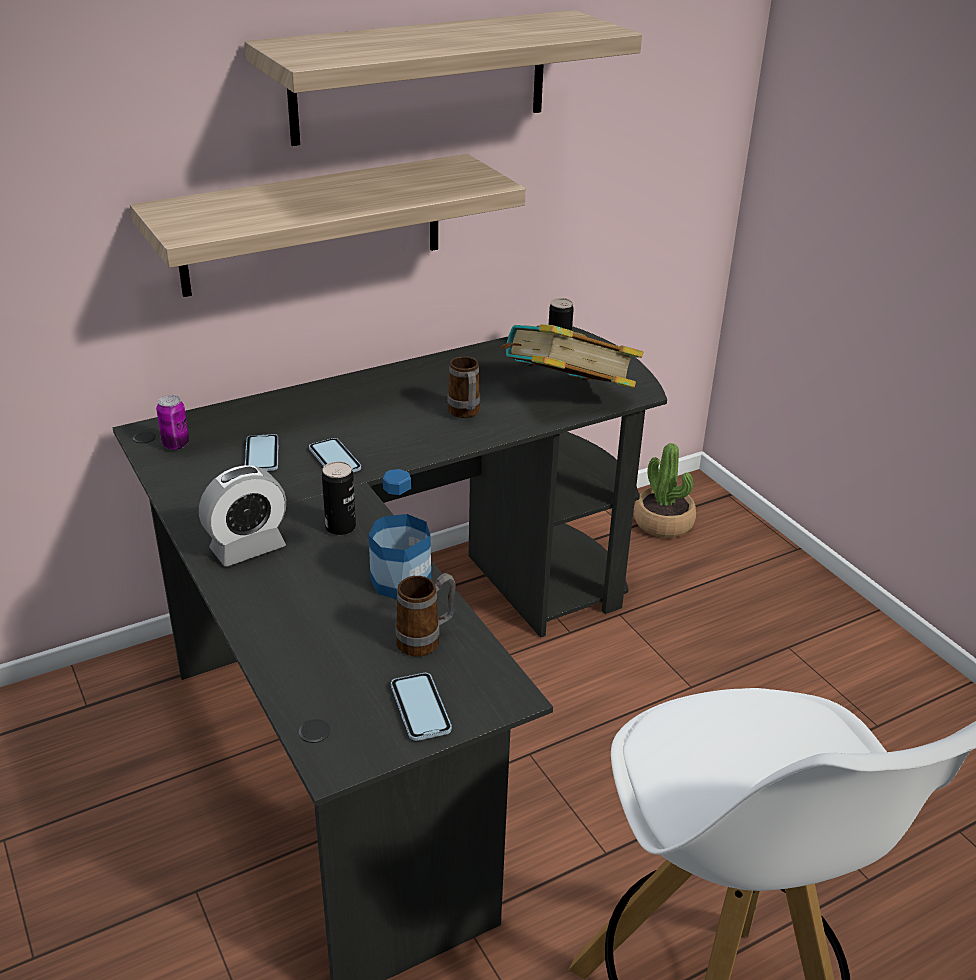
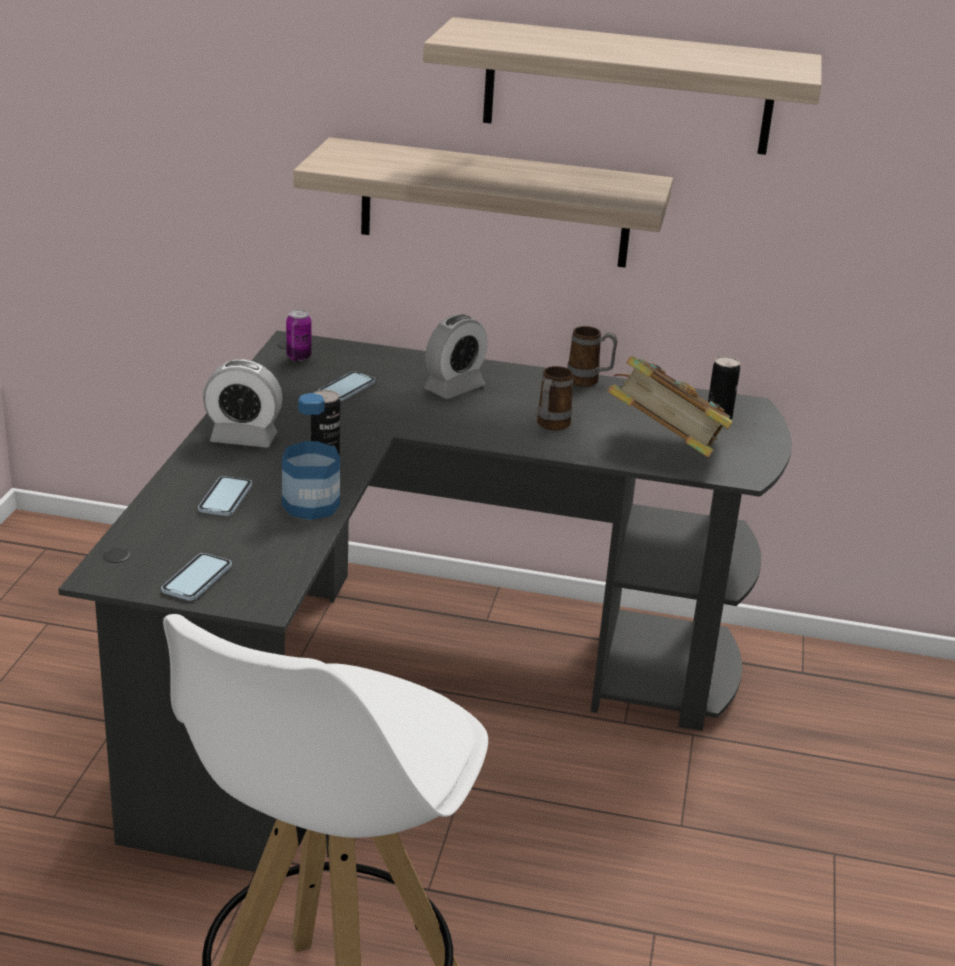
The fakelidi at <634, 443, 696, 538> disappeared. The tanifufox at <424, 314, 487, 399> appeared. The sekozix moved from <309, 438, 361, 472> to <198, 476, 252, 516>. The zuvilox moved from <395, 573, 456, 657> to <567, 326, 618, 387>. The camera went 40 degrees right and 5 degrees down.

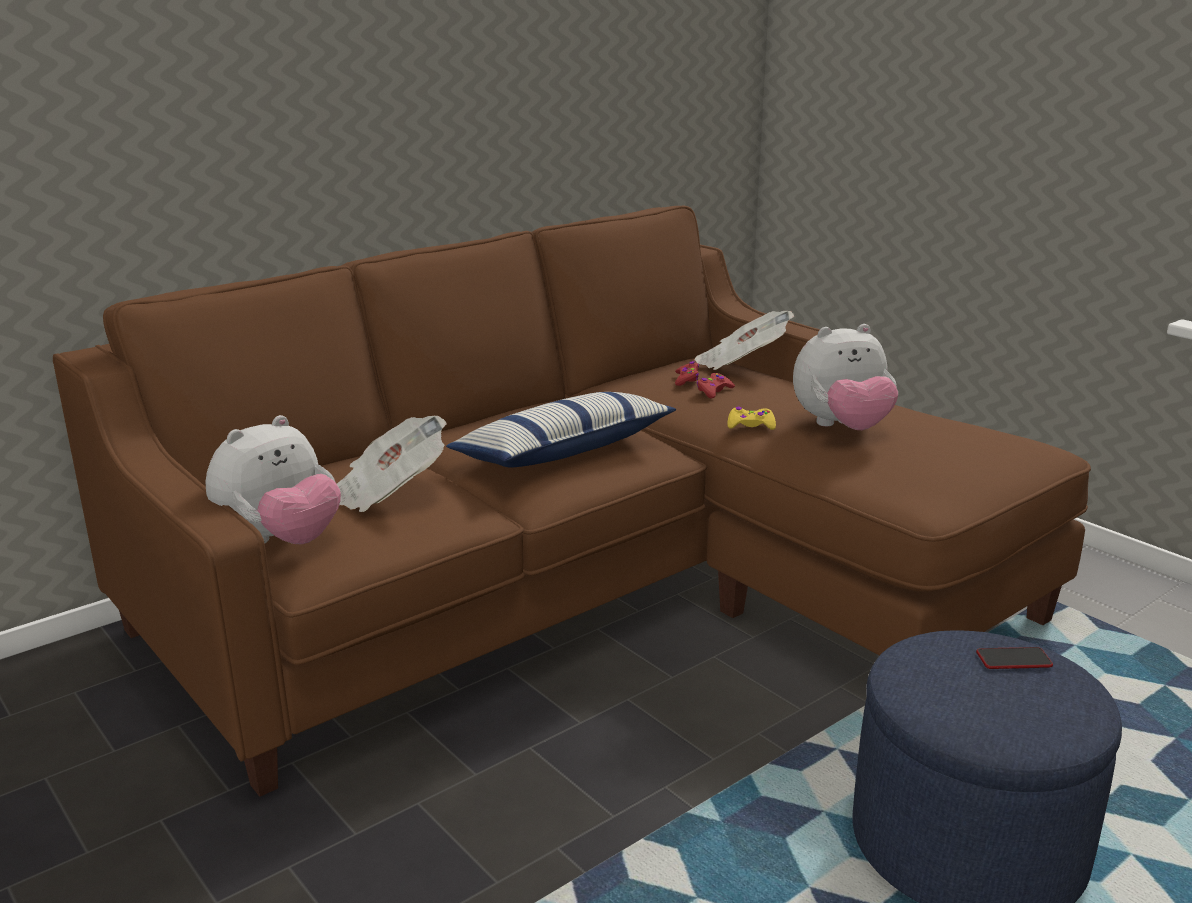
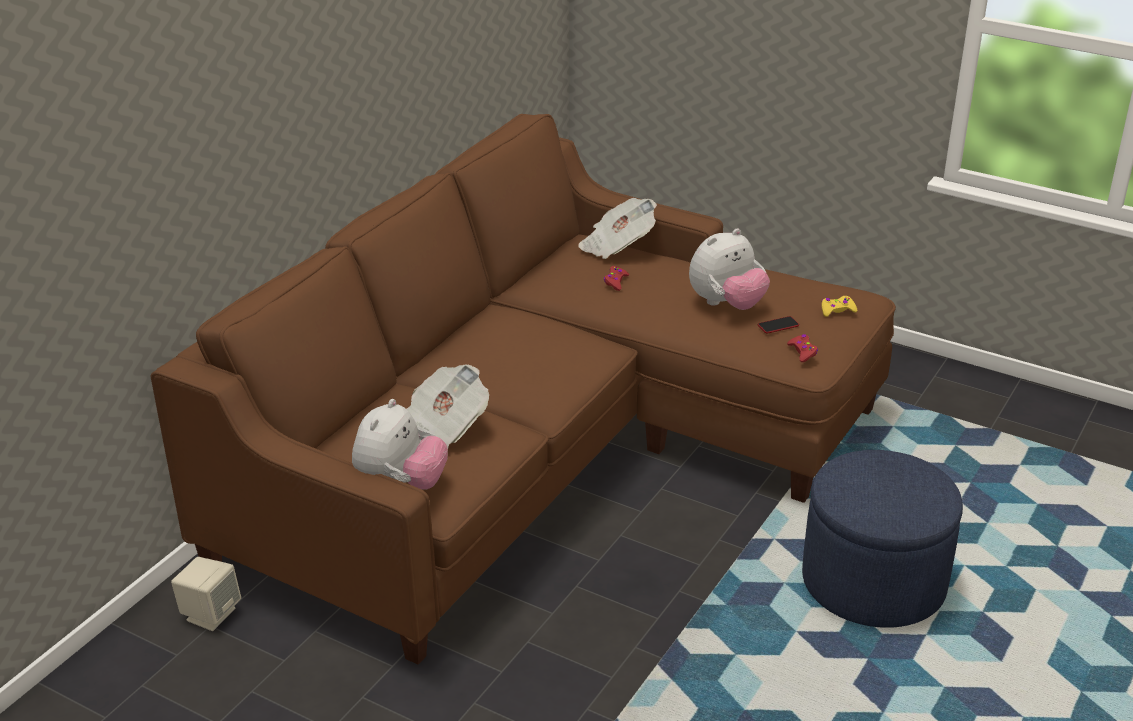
The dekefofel at <446, 392, 676, 468> disappeared. The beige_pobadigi at <171, 557, 241, 631> appeared. The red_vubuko moved from <675, 361, 699, 386> to <787, 334, 818, 362>. The yellow_vubuko moved from <727, 406, 776, 430> to <821, 296, 857, 317>. The sekozix moved from <976, 647, 1053, 669> to <758, 316, 799, 334>. The camera went 20 degrees left and 10 degrees up.

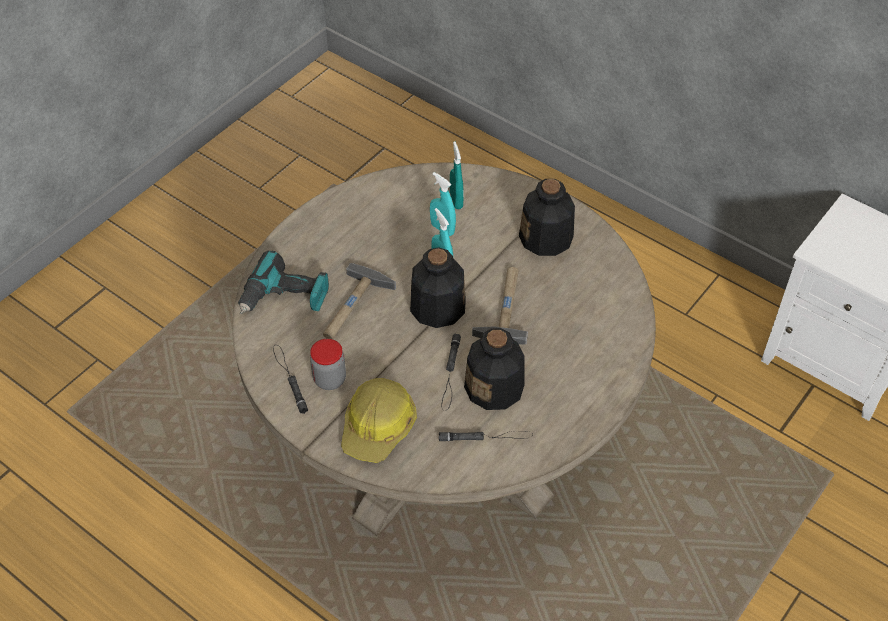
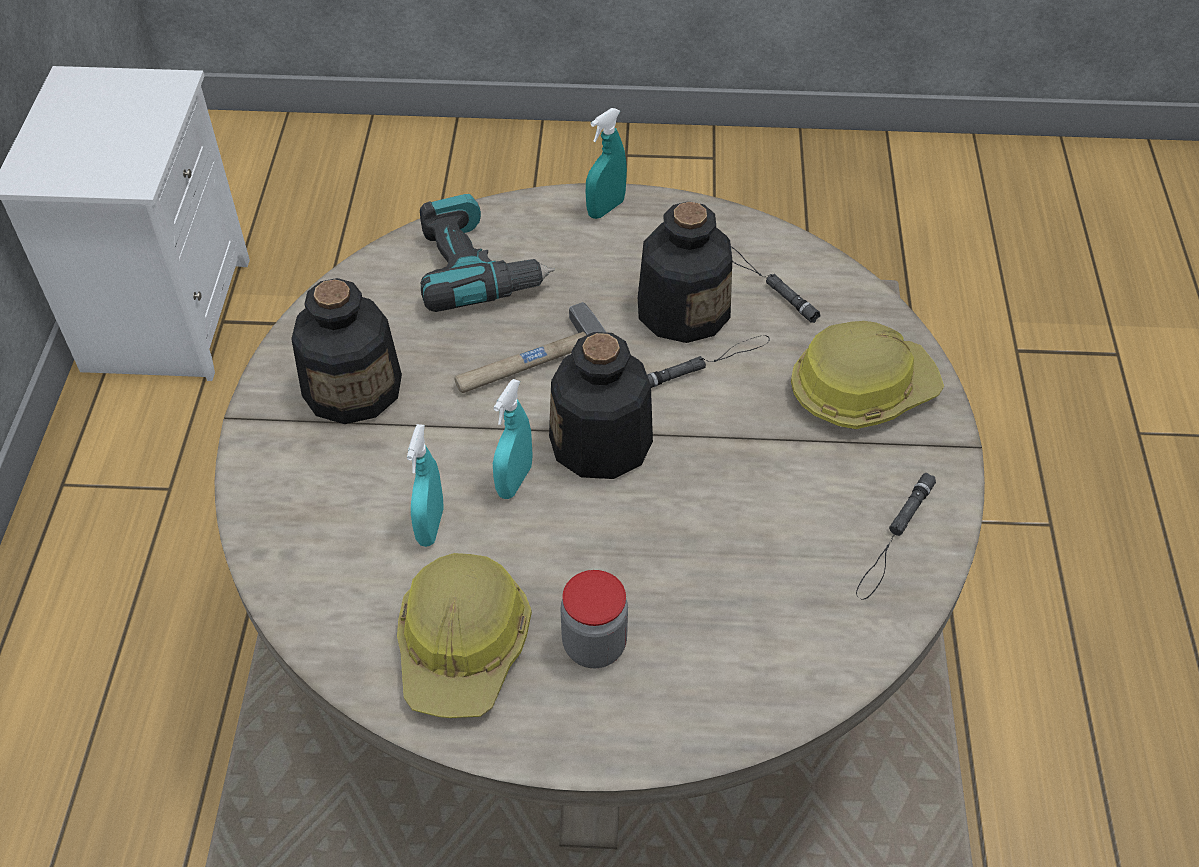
The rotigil at <323, 263, 396, 339> disappeared. The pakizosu at <397, 553, 532, 718> appeared. The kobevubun moved from <238, 250, 329, 314> to <420, 194, 555, 312>. The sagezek moved from <310, 339, 346, 390> to <560, 570, 628, 668>. The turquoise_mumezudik moved from <450, 142, 463, 209> to <586, 108, 627, 219>. The camera went 125 degrees left and 0 degrees up.

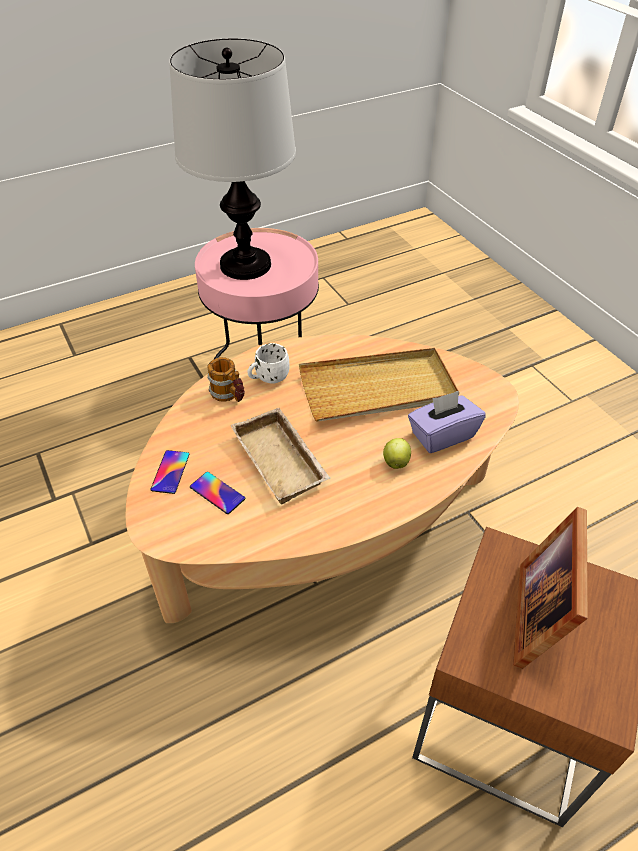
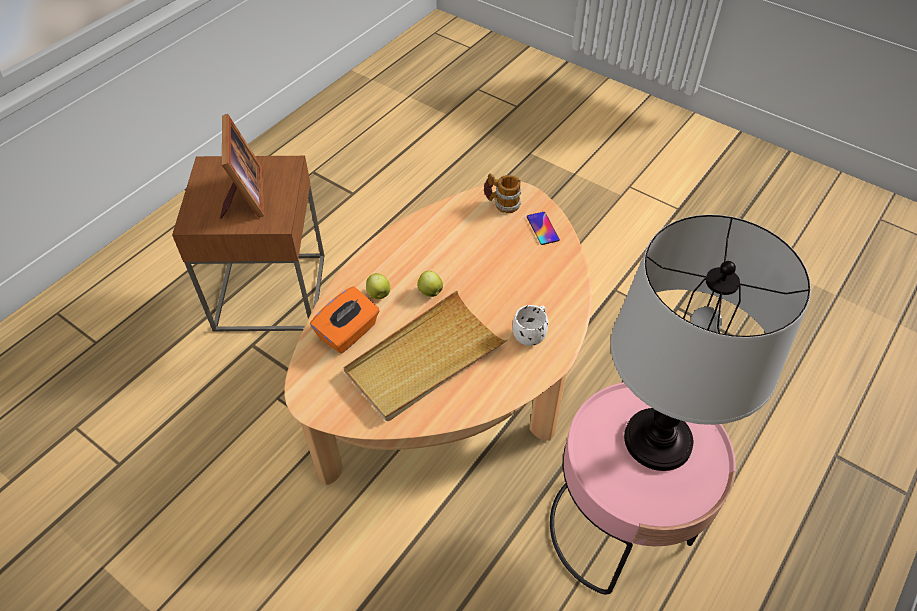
The sekozix at <190, 472, 245, 514> disappeared. The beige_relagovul at <231, 408, 330, 504> disappeared. The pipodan at <417, 271, 443, 297> appeared. The zuvilox moved from <207, 357, 245, 402> to <484, 173, 521, 213>. The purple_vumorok at <408, 391, 486, 453> became the orange_vumorok at <310, 286, 380, 353>. The camera went 155 degrees right and 5 degrees up.

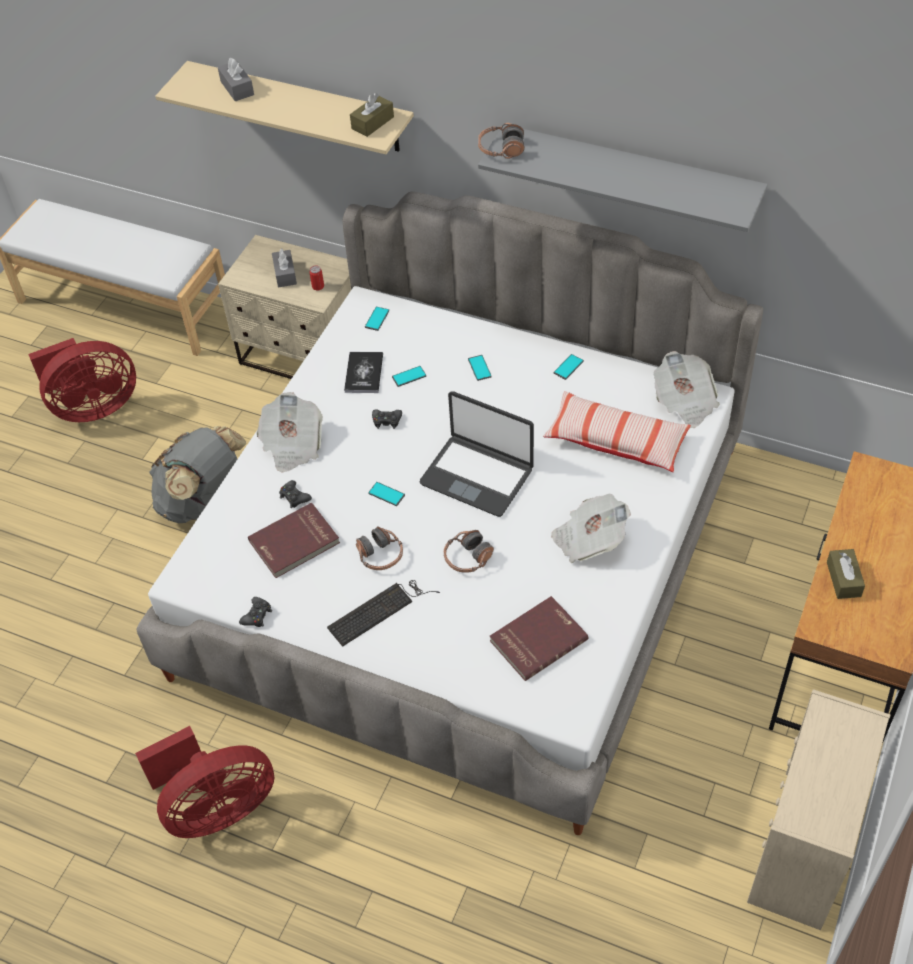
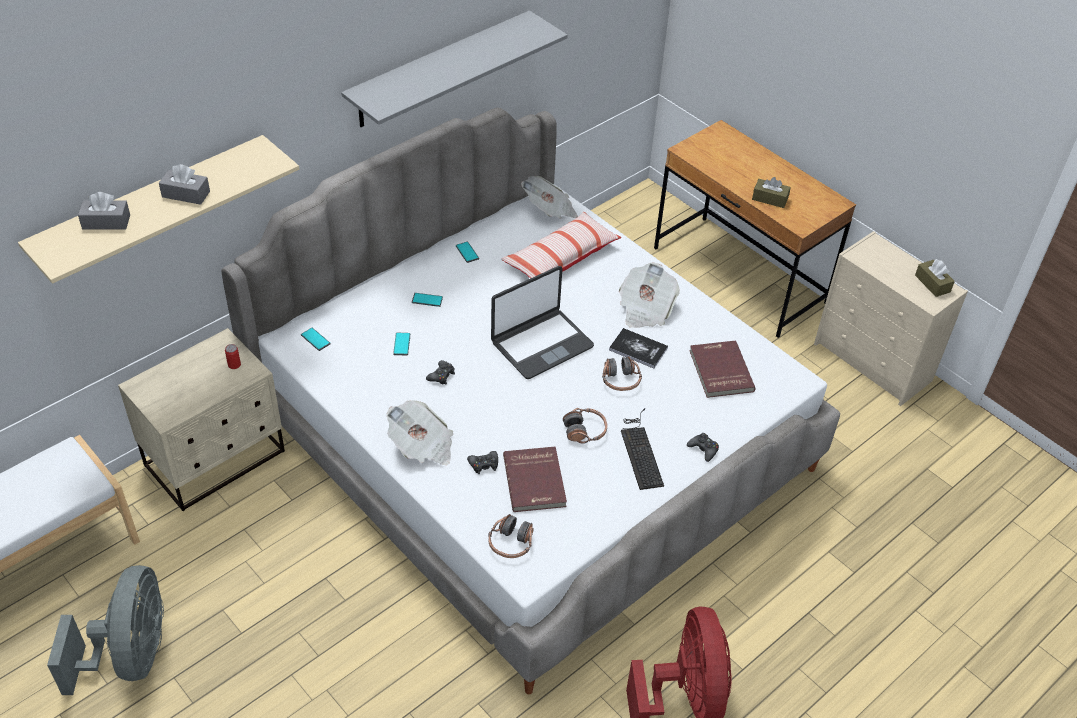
The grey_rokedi at <149, 426, 246, 523> disappeared. The sekozix at <368, 482, 405, 506> disappeared. The black_vubuko moved from <239, 597, 272, 627> to <687, 433, 719, 462>. The grey_vumorok moved from <272, 248, 297, 288> to <159, 164, 210, 205>. The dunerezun moved from <344, 352, 383, 393> to <609, 328, 668, 368>. The brown_vumorok moved from <350, 93, 394, 137> to <915, 259, 955, 297>. The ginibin moved from <478, 123, 525, 159> to <488, 514, 534, 558>. The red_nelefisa at <28, 338, 136, 422> became the grey_nelefisa at <47, 565, 164, 695>. The camera went 70 degrees left and 5 degrees down.

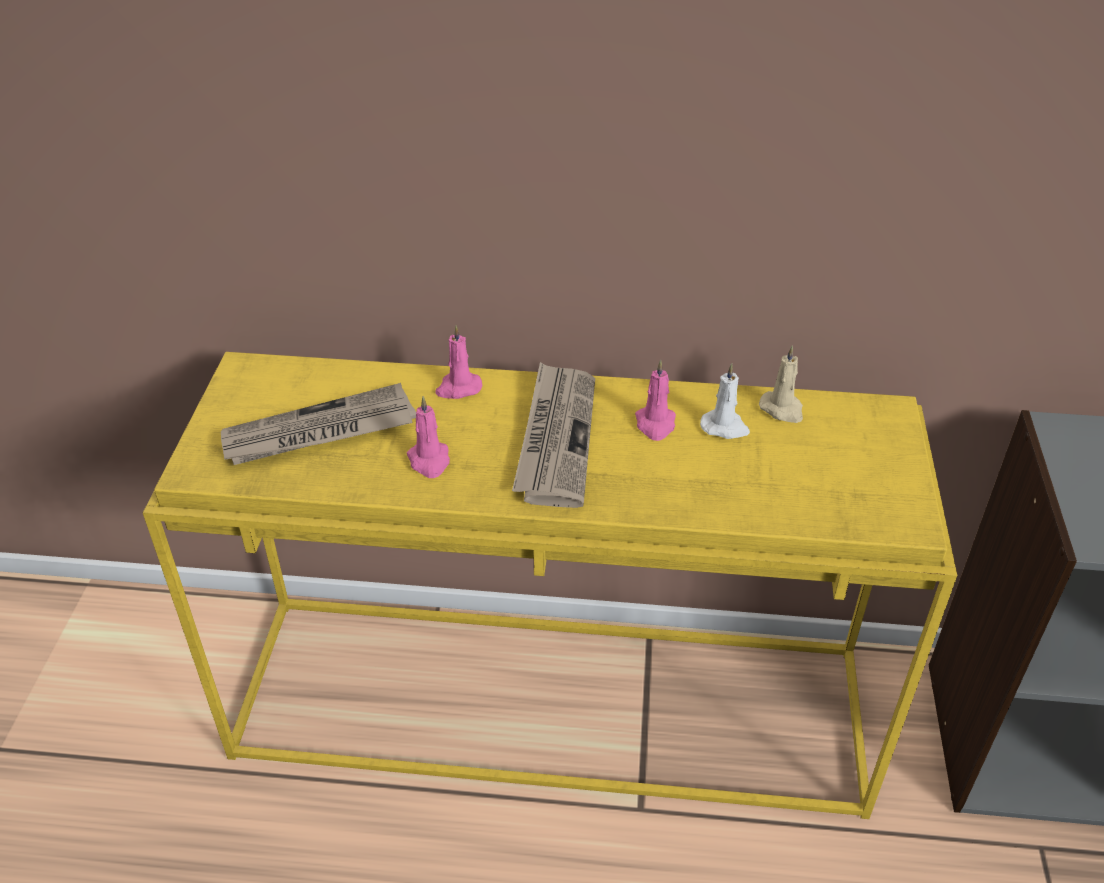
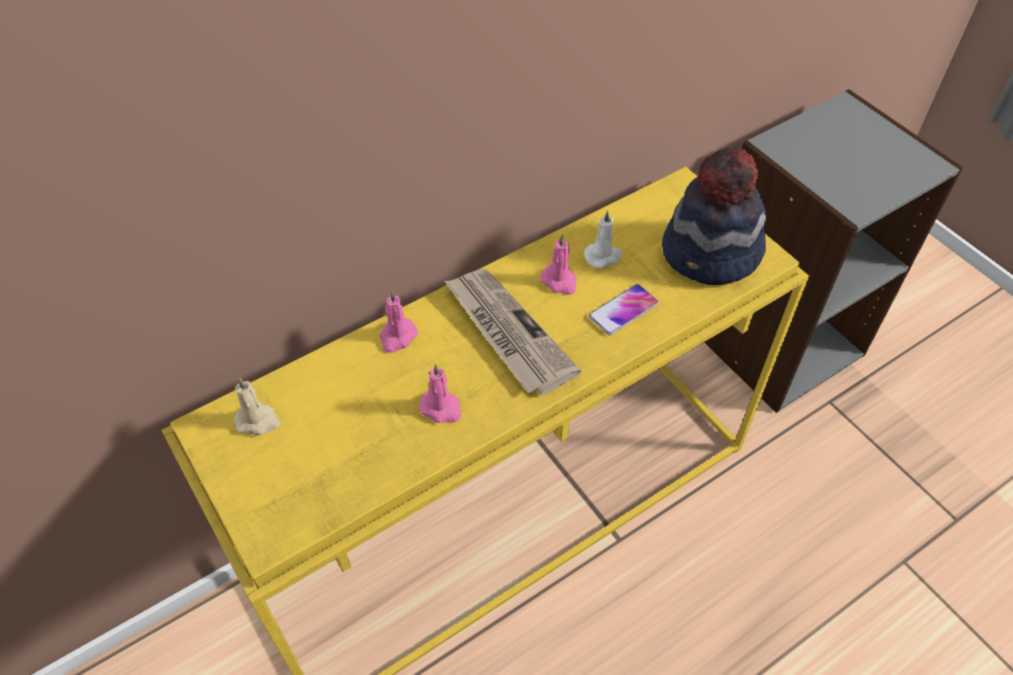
The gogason at <221, 383, 416, 465> disappeared. The sekozix at <589, 284, 659, 335> appeared. The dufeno at <662, 148, 766, 285> appeared. The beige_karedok moved from <759, 345, 803, 423> to <234, 377, 280, 435>. The camera went 40 degrees left and 10 degrees up.

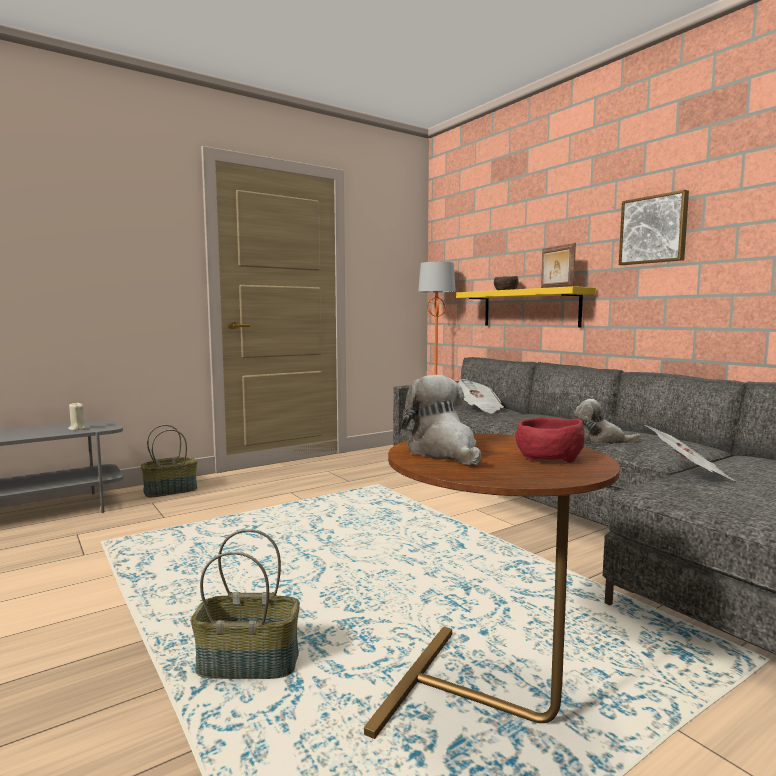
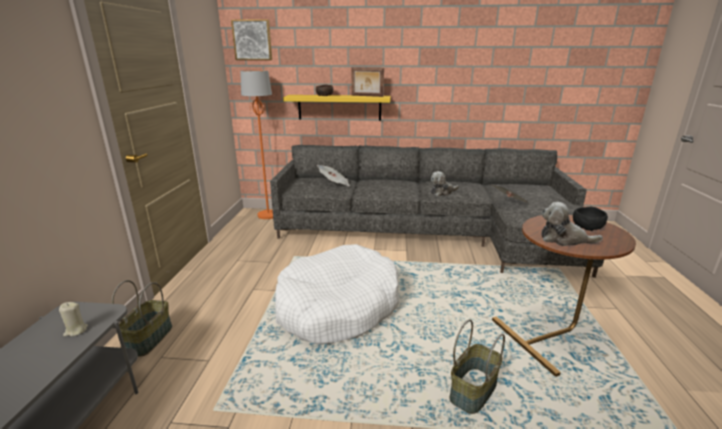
The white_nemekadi at <275, 244, 399, 344> appeared. The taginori moved from <619, 190, 689, 265> to <231, 19, 272, 60>. The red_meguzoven at <515, 418, 585, 463> became the black_meguzoven at <573, 207, 608, 231>. The camera went 50 degrees left and 15 degrees up.

